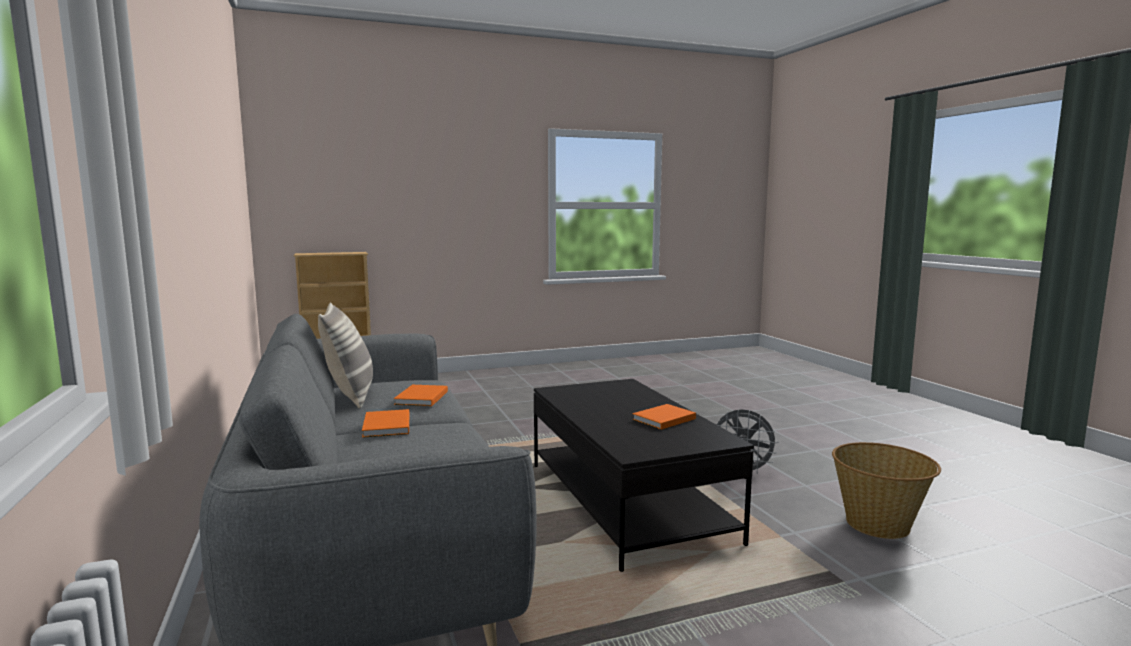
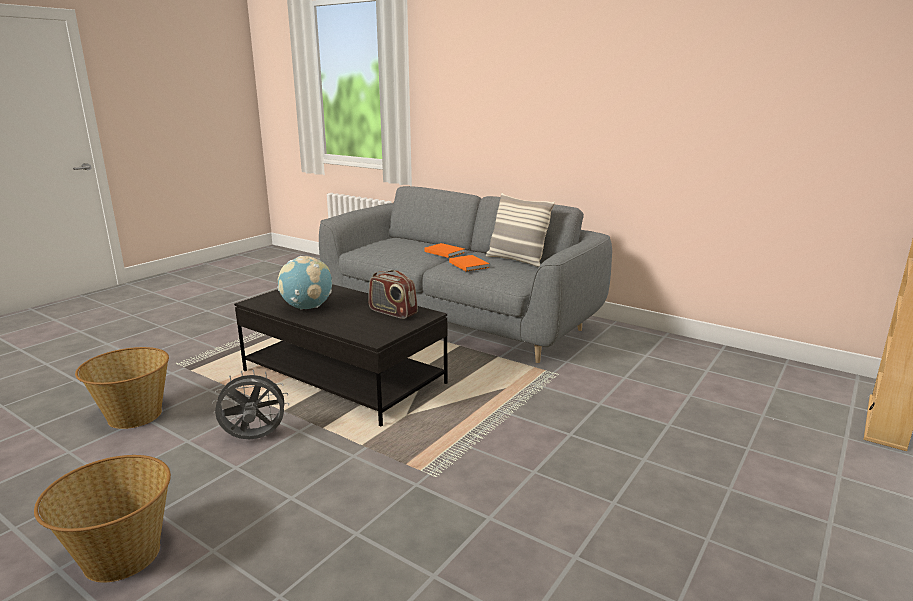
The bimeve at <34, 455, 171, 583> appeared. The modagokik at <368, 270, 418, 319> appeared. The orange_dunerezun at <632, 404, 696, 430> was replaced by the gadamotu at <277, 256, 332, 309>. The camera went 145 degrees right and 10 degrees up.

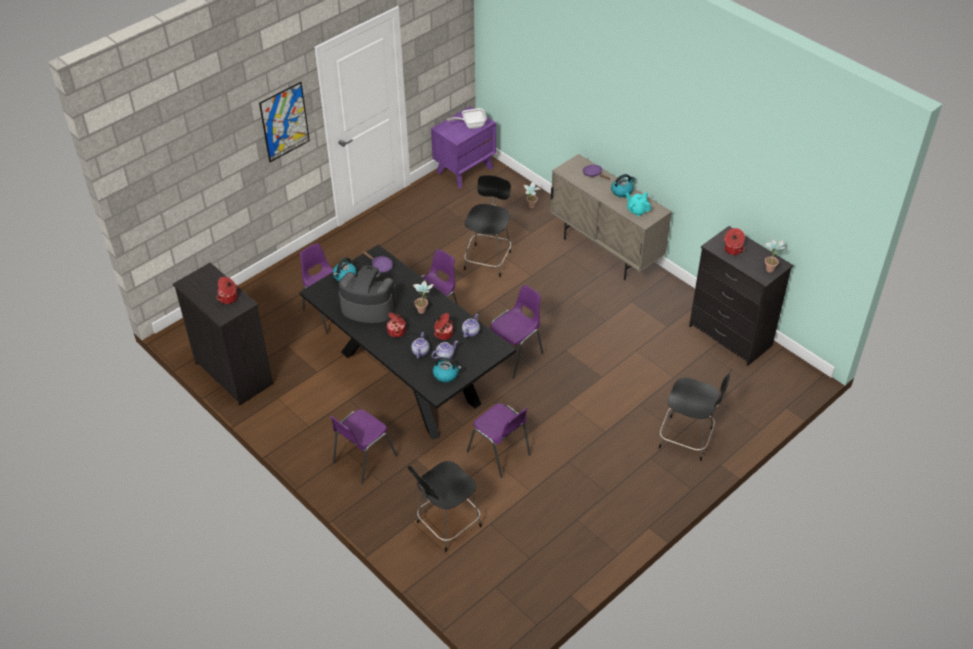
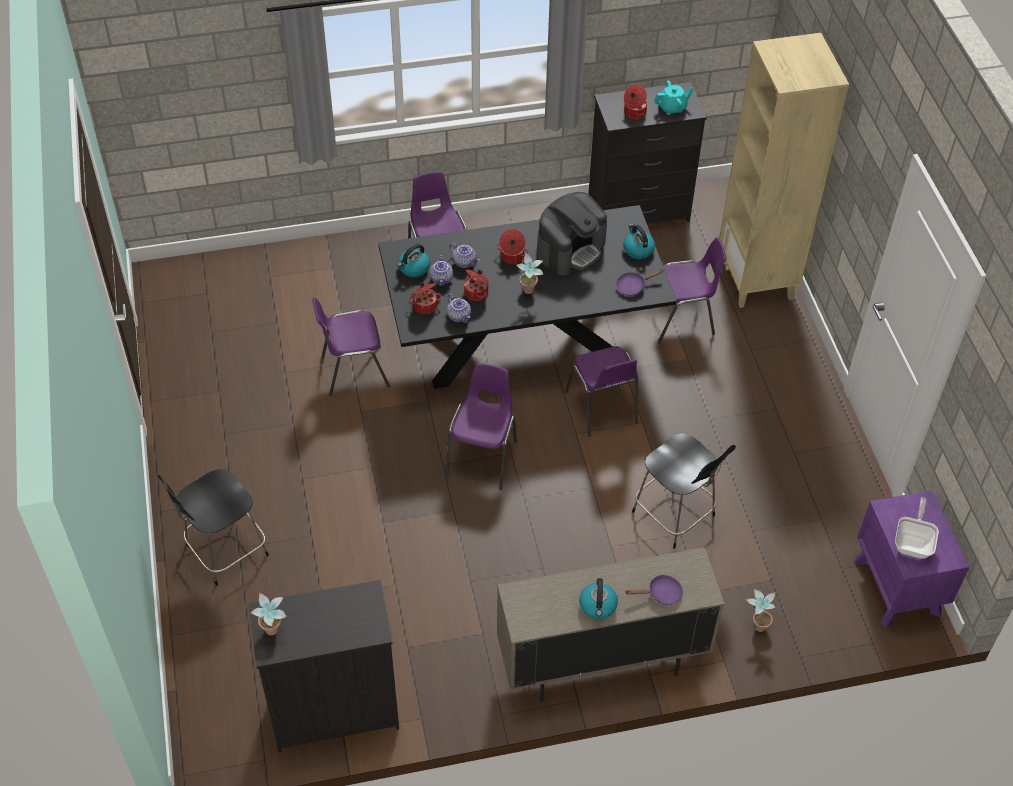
The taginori at <259, 82, 310, 162> disappeared. The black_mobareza at <408, 461, 481, 552> disappeared. The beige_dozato at <719, 33, 849, 308> appeared. The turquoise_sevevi moved from <626, 192, 651, 216> to <654, 80, 694, 115>. The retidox moved from <724, 228, 745, 255> to <408, 282, 442, 314>. The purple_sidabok at <490, 285, 544, 378> turned 150 degrees counterclockwise. The camera went 120 degrees right and 5 degrees up.

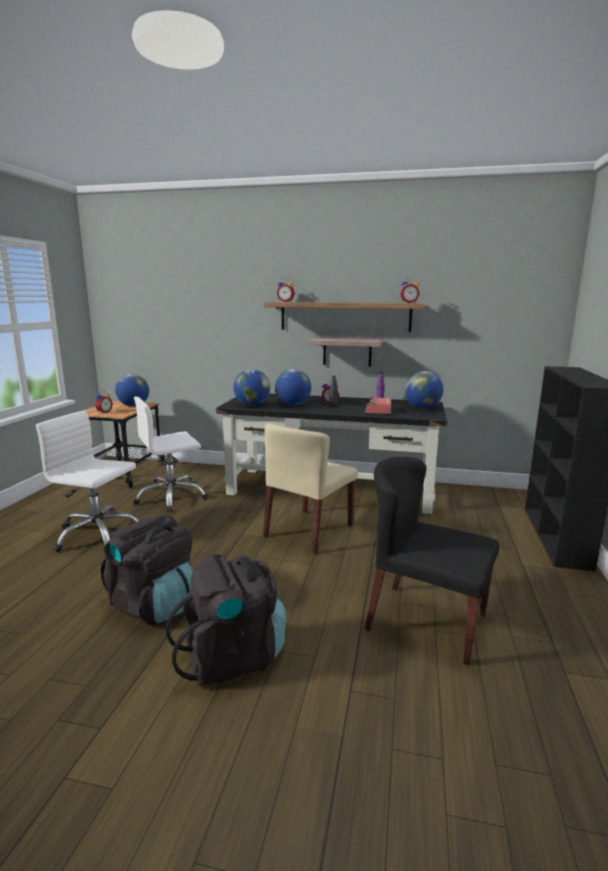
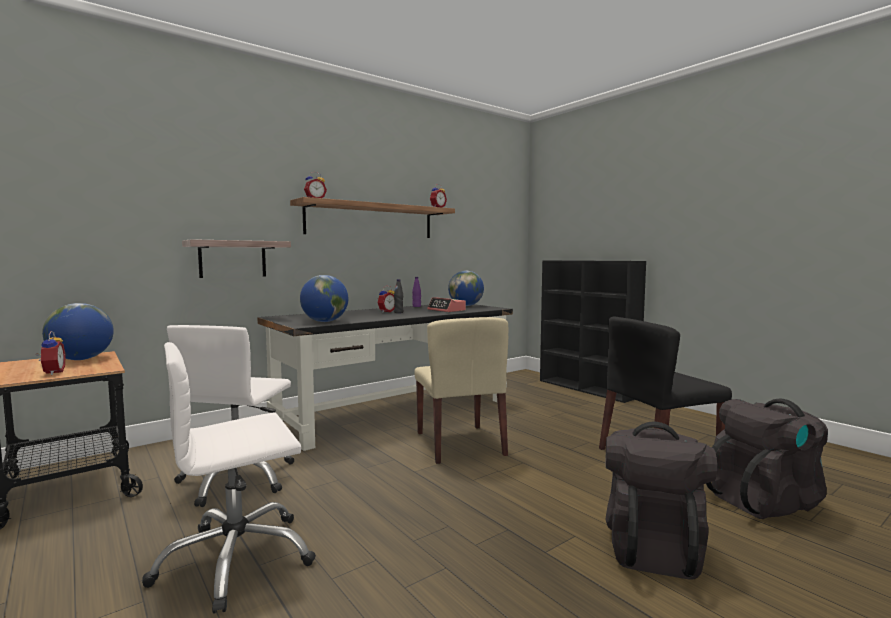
The gadamotu at <275, 369, 311, 406> disappeared. The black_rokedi moved from <101, 514, 193, 625> to <706, 399, 828, 519>. The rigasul moved from <308, 338, 382, 367> to <182, 239, 291, 278>. The camera went 50 degrees left and 10 degrees down.

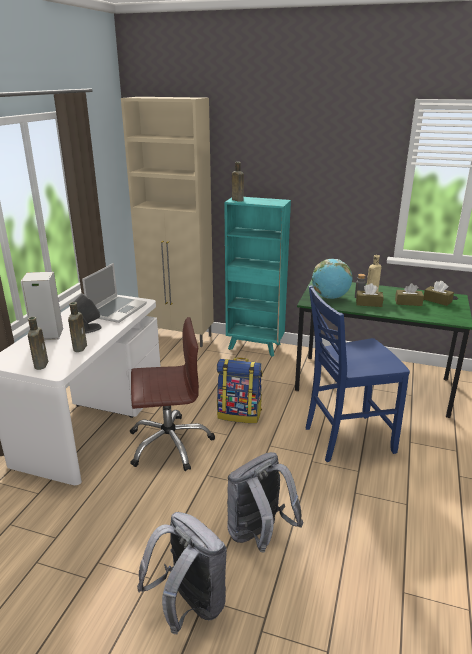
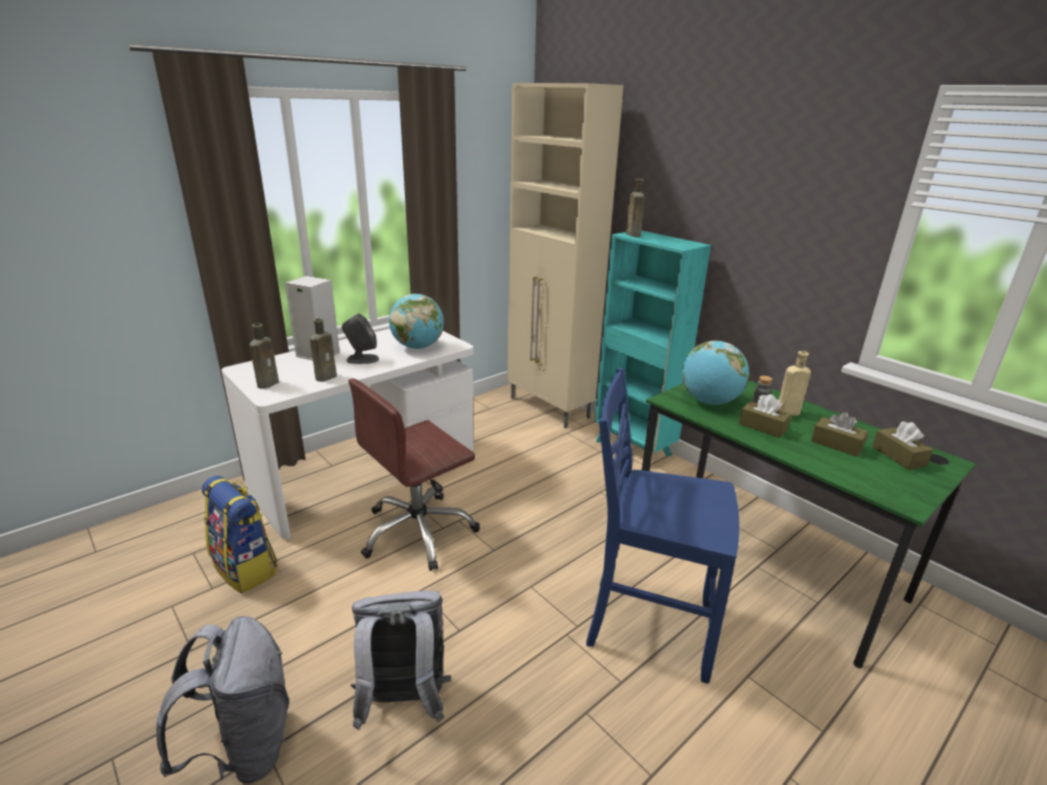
The rokedi moved from <217, 357, 263, 423> to <202, 475, 277, 593>. The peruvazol at <82, 263, 147, 323> was replaced by the gadamotu at <389, 294, 444, 349>. The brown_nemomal at <130, 317, 215, 471> turned 120 degrees clockwise. The camera went 30 degrees right and 0 degrees up.

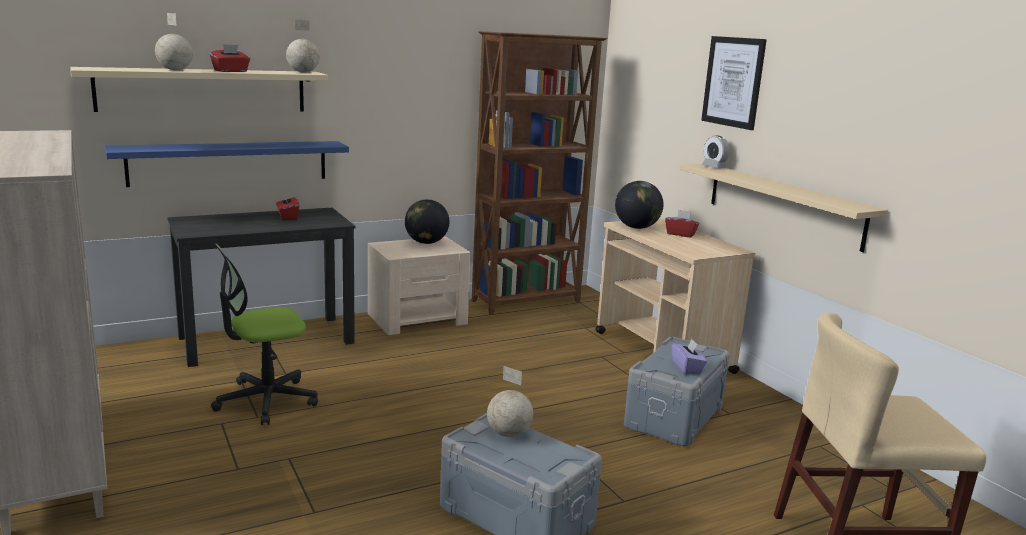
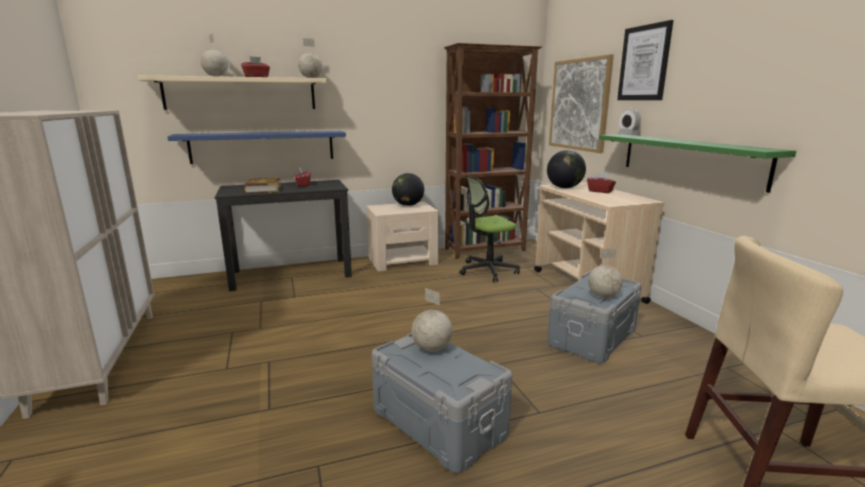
The dunerezun at <243, 177, 281, 194> appeared. The taginori at <549, 54, 614, 153> appeared. The nemomal moved from <211, 244, 318, 425> to <459, 175, 520, 282>. The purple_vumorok at <672, 339, 707, 374> was replaced by the gadamotu at <588, 249, 623, 298>. The beige_rigasul at <679, 163, 888, 252> became the green_rigasul at <599, 134, 797, 193>. The camera went 10 degrees right and 0 degrees up.

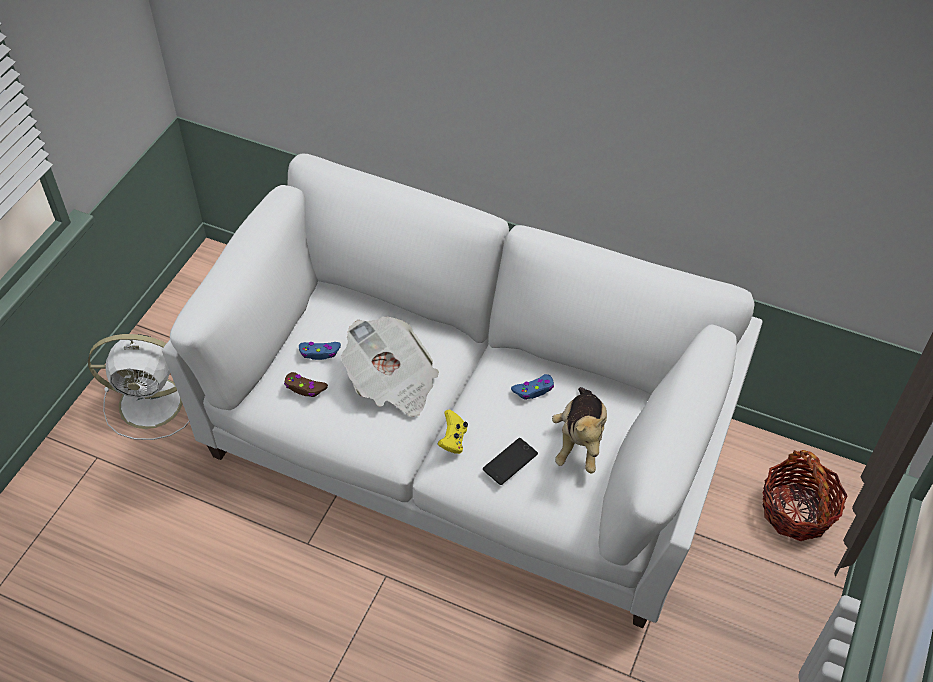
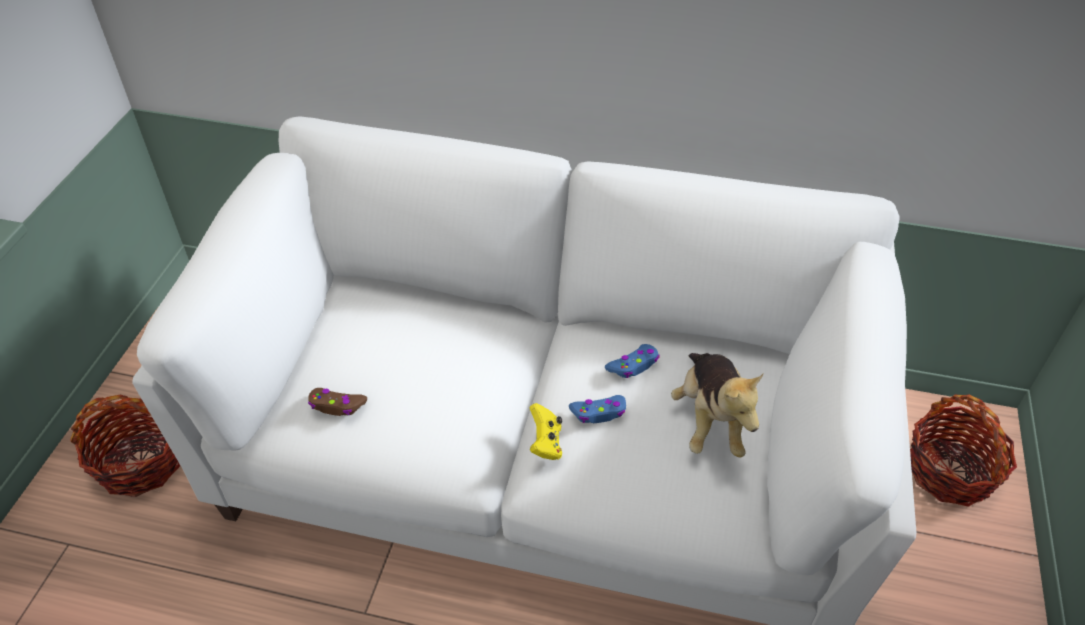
The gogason at <341, 317, 439, 417> disappeared. The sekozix at <483, 438, 538, 485> disappeared. The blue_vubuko moved from <299, 342, 341, 360> to <569, 395, 626, 423>. The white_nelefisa at <88, 334, 189, 440> was replaced by the bimeve at <70, 395, 180, 497>. The camera went 10 degrees left and 5 degrees down.

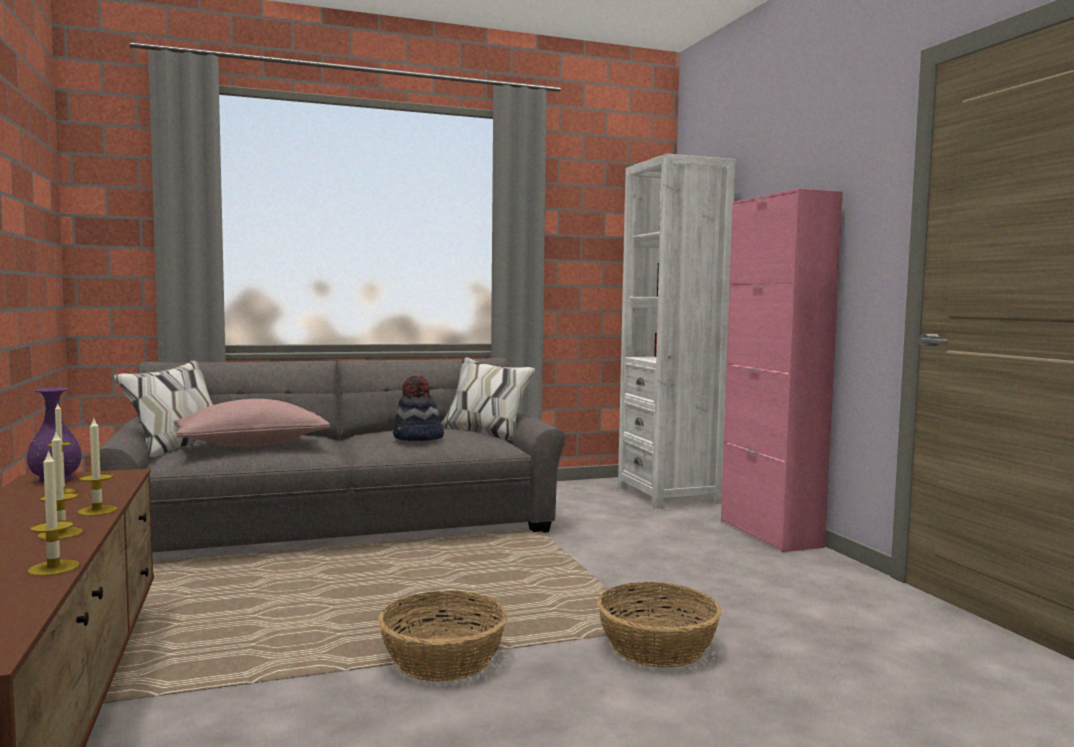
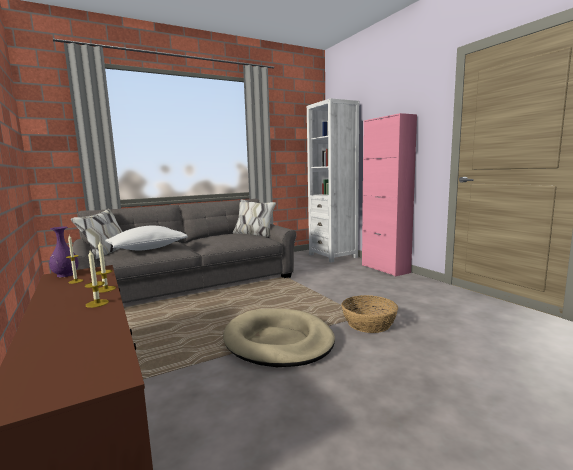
The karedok at <27, 450, 80, 576> disappeared. The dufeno at <393, 376, 444, 441> disappeared. The bimeve at <378, 591, 508, 682> was replaced by the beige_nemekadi at <223, 308, 335, 367>. The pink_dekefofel at <174, 399, 330, 447> became the white_dekefofel at <105, 226, 188, 251>. The camera went 10 degrees left and 5 degrees up.

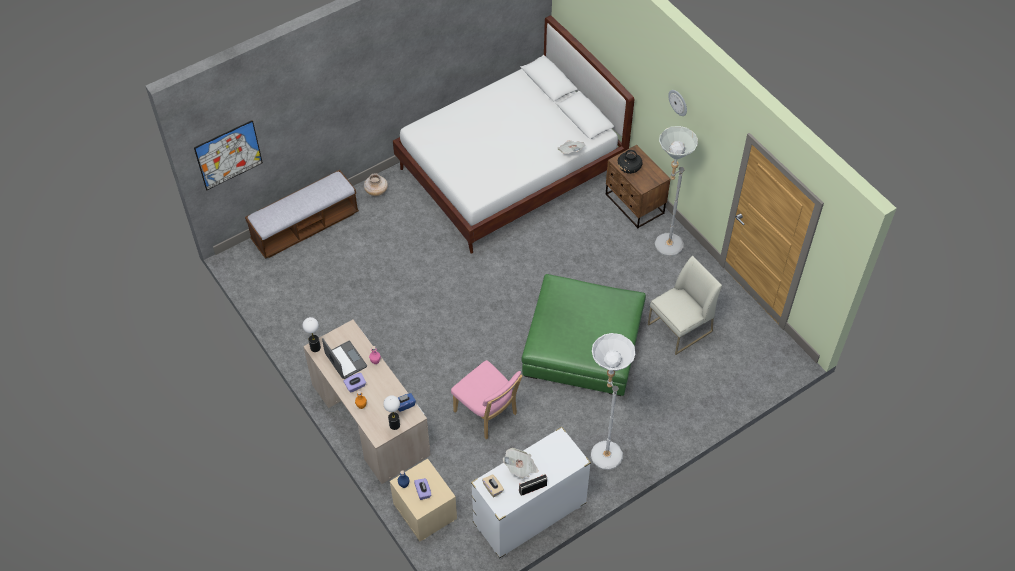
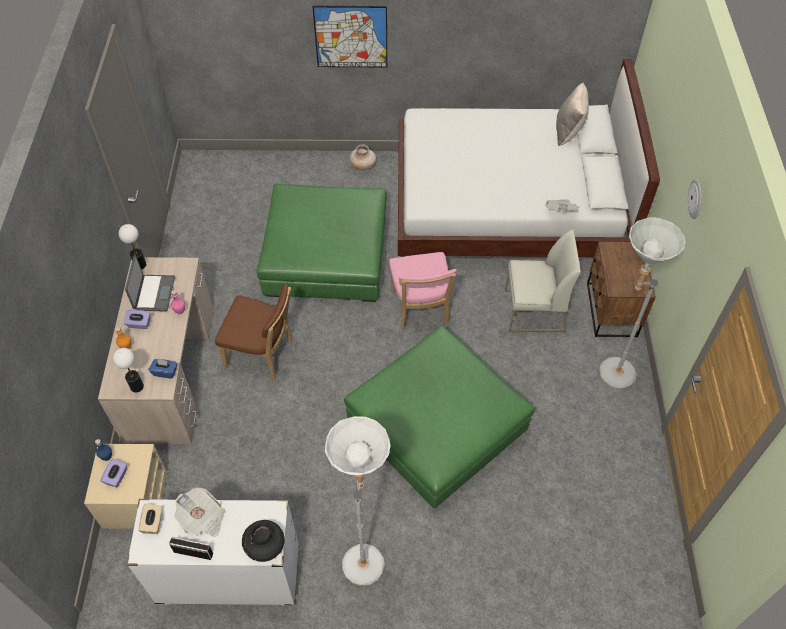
The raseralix at <245, 170, 359, 259> disappeared. The brown_sidabok at <215, 283, 292, 380> appeared. The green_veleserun at <257, 183, 387, 302> appeared. The beige_dekefofel at <556, 82, 589, 146> appeared. The taginori moved from <194, 120, 263, 190> to <312, 6, 387, 67>. The pink_sidabok moved from <451, 360, 523, 439> to <389, 252, 457, 331>. The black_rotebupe moved from <618, 150, 643, 174> to <242, 520, 285, 562>. The white_sidabok moved from <648, 255, 722, 355> to <505, 230, 581, 332>. The camera went 35 degrees right and 0 degrees up.

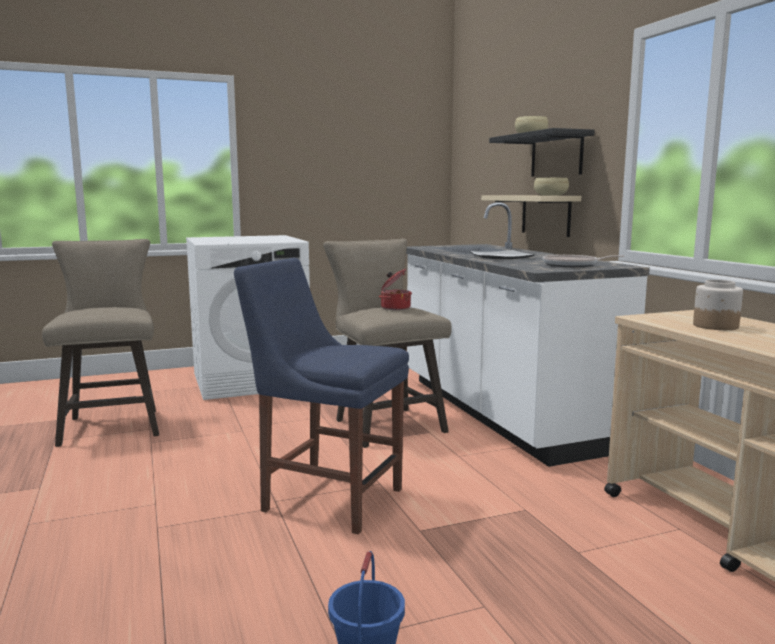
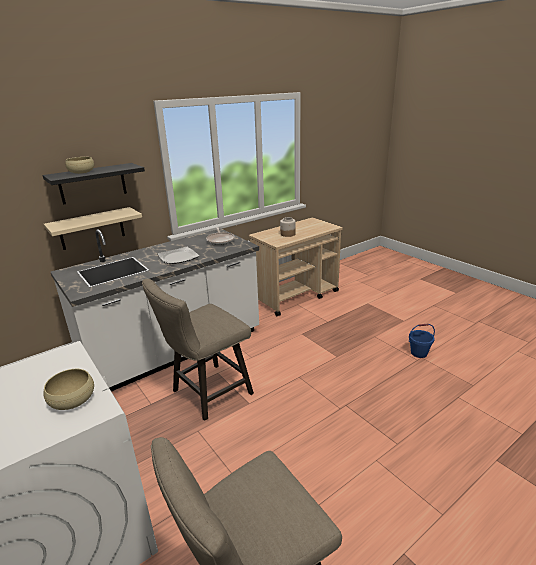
The blue_sidabok at <234, 258, 409, 534> disappeared. The retidox at <379, 269, 412, 310> disappeared. The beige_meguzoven moved from <534, 178, 569, 195> to <43, 369, 94, 410>. The camera went 105 degrees left and 15 degrees up.

